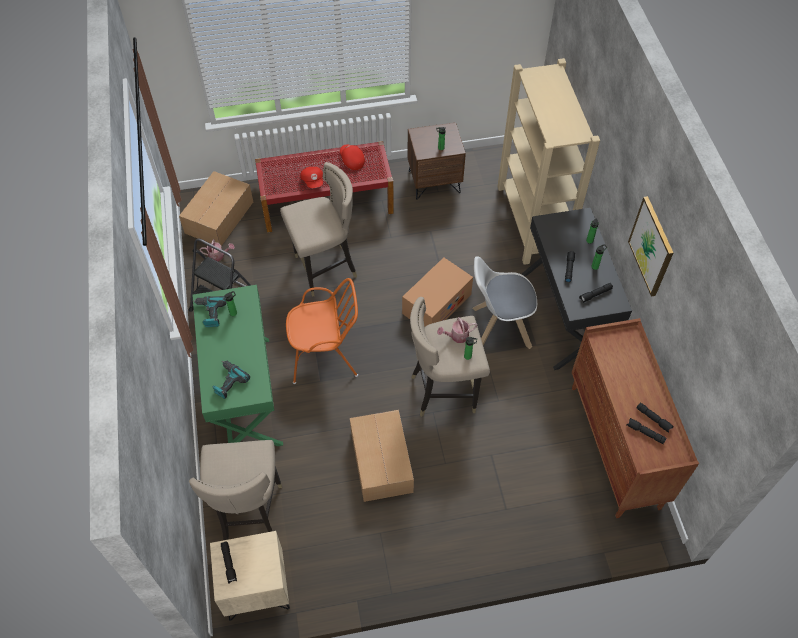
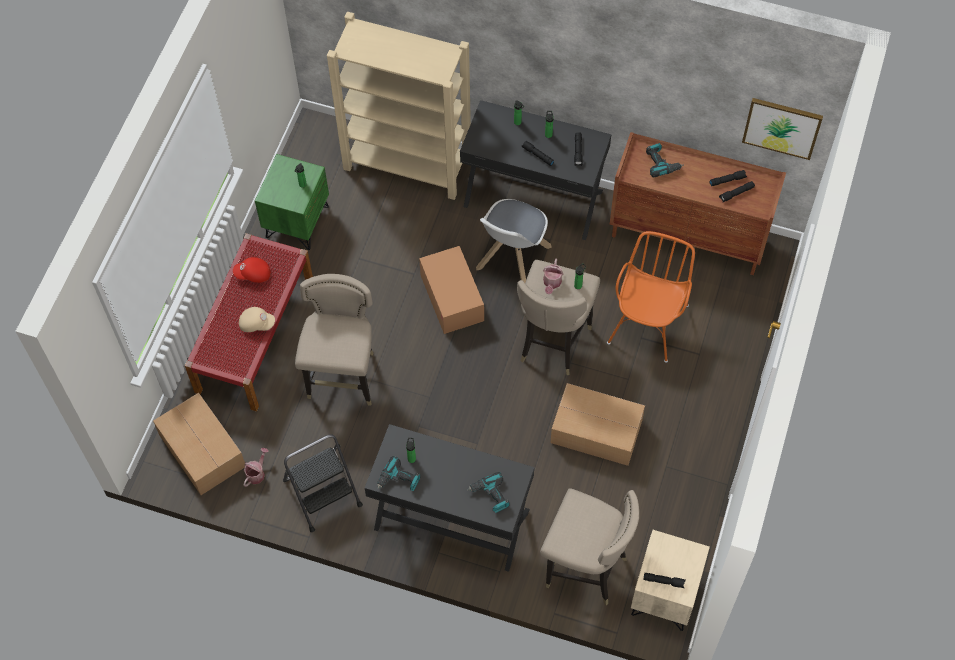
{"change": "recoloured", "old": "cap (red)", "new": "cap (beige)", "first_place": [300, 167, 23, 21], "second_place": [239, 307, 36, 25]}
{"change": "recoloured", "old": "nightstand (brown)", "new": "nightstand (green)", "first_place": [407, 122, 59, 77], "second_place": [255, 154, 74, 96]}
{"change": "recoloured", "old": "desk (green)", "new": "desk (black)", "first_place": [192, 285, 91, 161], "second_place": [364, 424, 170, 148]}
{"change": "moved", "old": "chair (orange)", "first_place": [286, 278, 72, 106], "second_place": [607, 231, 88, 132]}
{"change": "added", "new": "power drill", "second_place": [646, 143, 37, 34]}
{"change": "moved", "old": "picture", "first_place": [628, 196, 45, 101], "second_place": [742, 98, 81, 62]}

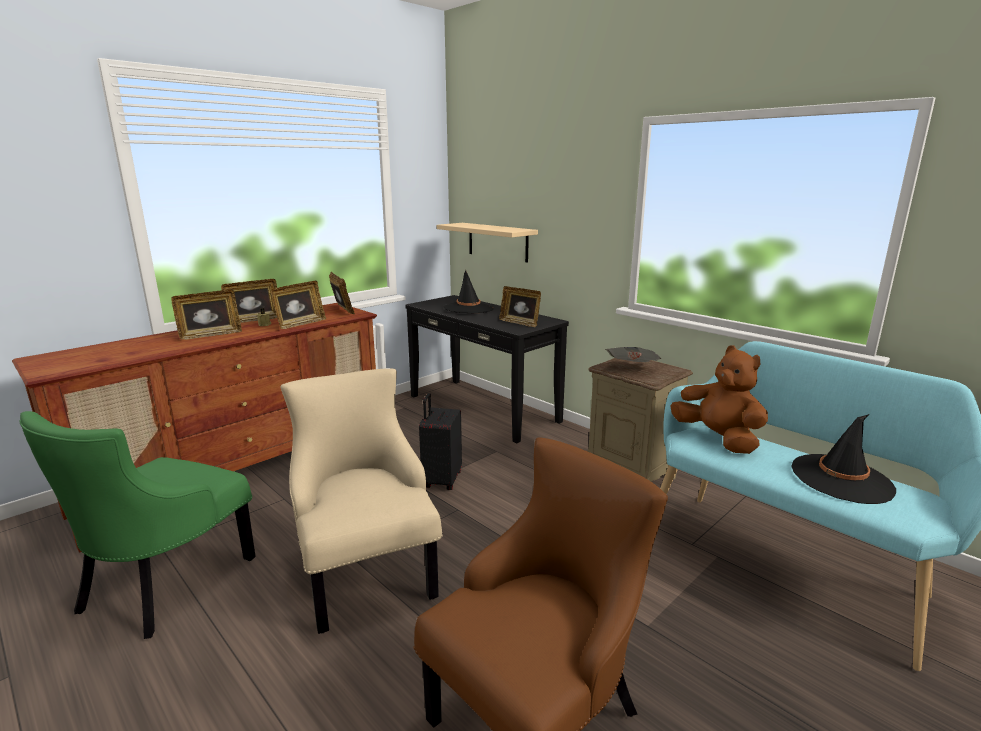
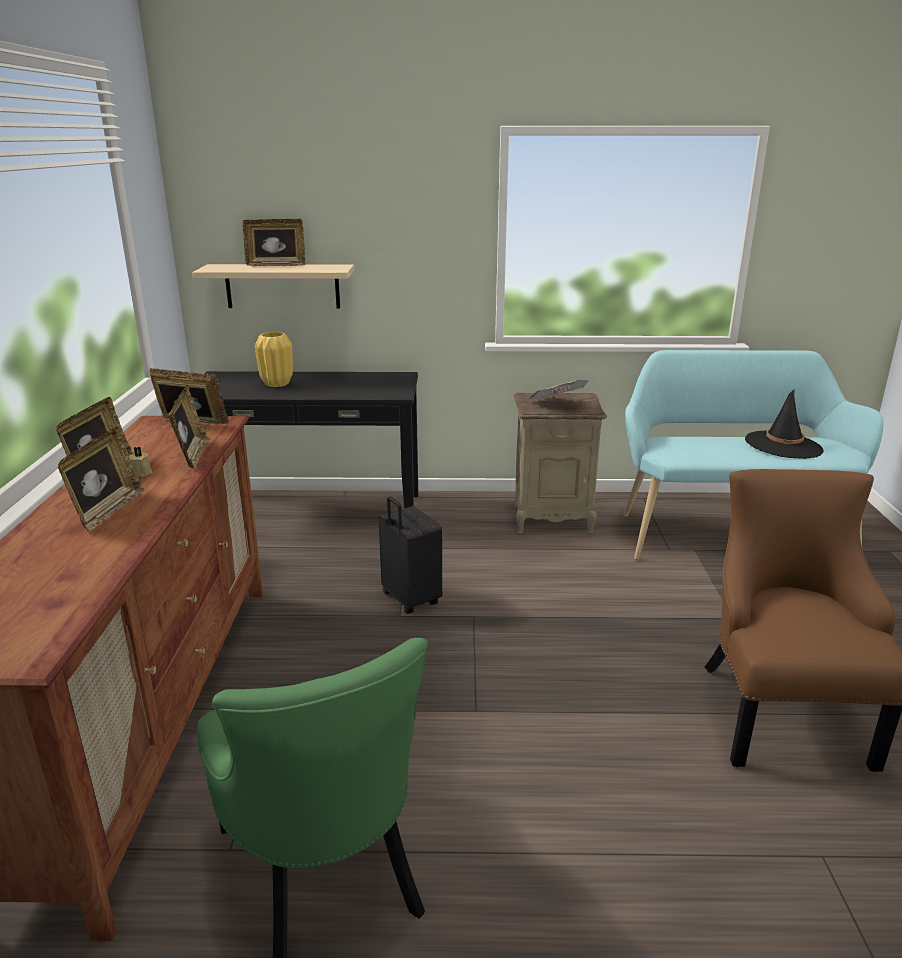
{"change": "moved", "old": "picture frame", "first_place": [499, 286, 42, 41], "second_place": [243, 219, 62, 47]}
{"change": "replaced", "old": "hat (black)", "new": "vase (yellow)", "first_place": [444, 270, 50, 43], "second_place": [255, 332, 38, 55]}
{"change": "removed", "old": "chair (beige)", "first_place": [281, 368, 162, 266]}
{"change": "removed", "old": "plush toy (brown)", "first_place": [671, 345, 97, 109]}

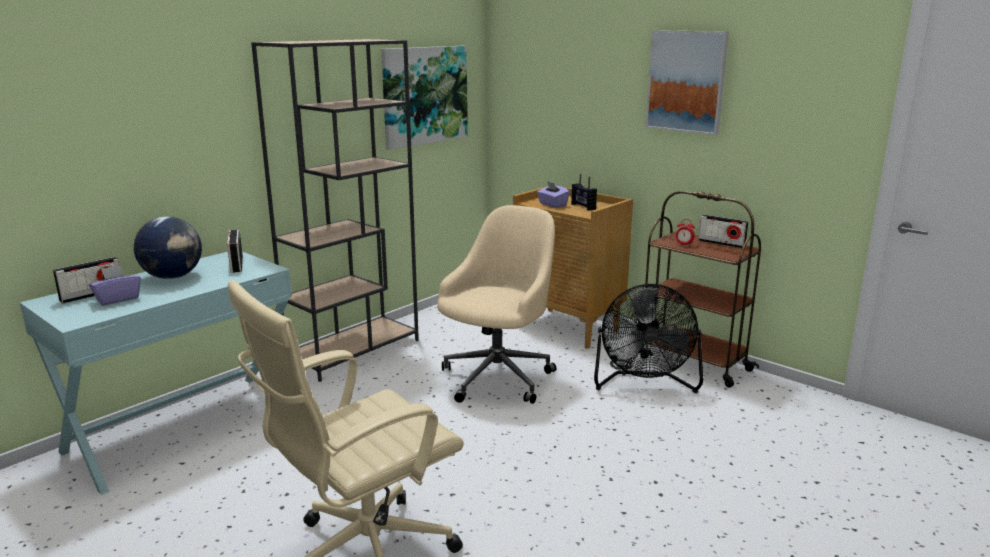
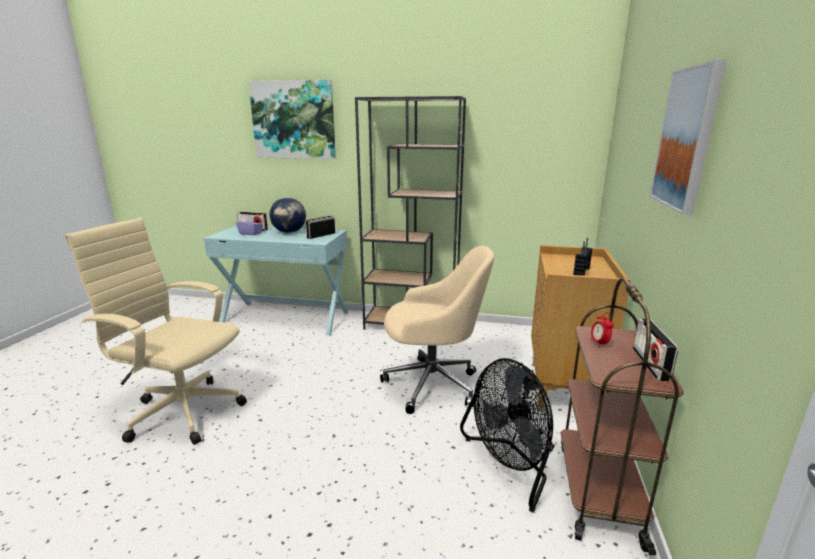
{"change": "moved", "old": "picture", "first_place": [381, 46, 87, 104], "second_place": [248, 80, 88, 79]}
{"change": "removed", "old": "tissue box (purple)", "first_place": [537, 181, 33, 27]}

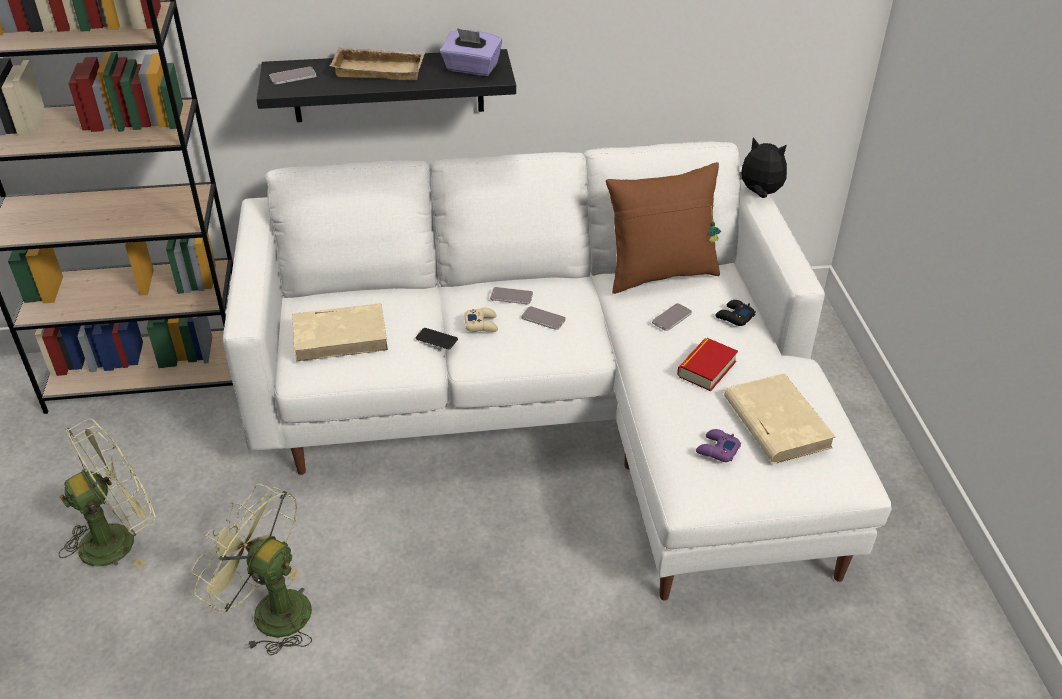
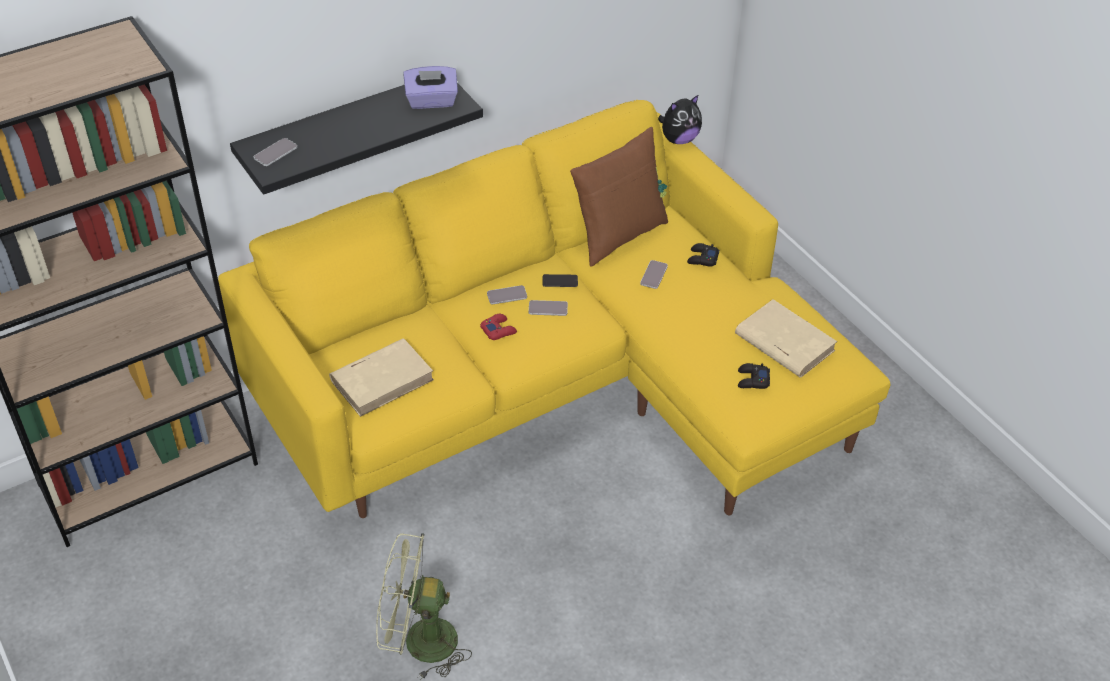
{"change": "recoloured", "old": "sofa (white)", "new": "sofa (yellow)", "first_place": [223, 141, 668, 459], "second_place": [218, 100, 673, 418]}
{"change": "recoloured", "old": "game controller (beige)", "new": "game controller (red)", "first_place": [464, 308, 34, 24], "second_place": [480, 314, 37, 26]}
{"change": "moved", "old": "phone", "first_place": [416, 328, 42, 21], "second_place": [542, 274, 36, 13]}
{"change": "turned", "old": "plush toy", "first_place": [739, 137, 48, 61], "second_place": [658, 94, 44, 50], "degrees": 150}
{"change": "recoloured", "old": "game controller (purple)", "new": "game controller (black)", "first_place": [696, 429, 45, 33], "second_place": [738, 363, 32, 26]}
{"change": "removed", "old": "fan (green)", "first_place": [59, 419, 97, 149]}
{"change": "removed", "old": "tray (beige)", "first_place": [330, 48, 95, 32]}
{"change": "removed", "old": "book", "first_place": [677, 338, 61, 53]}

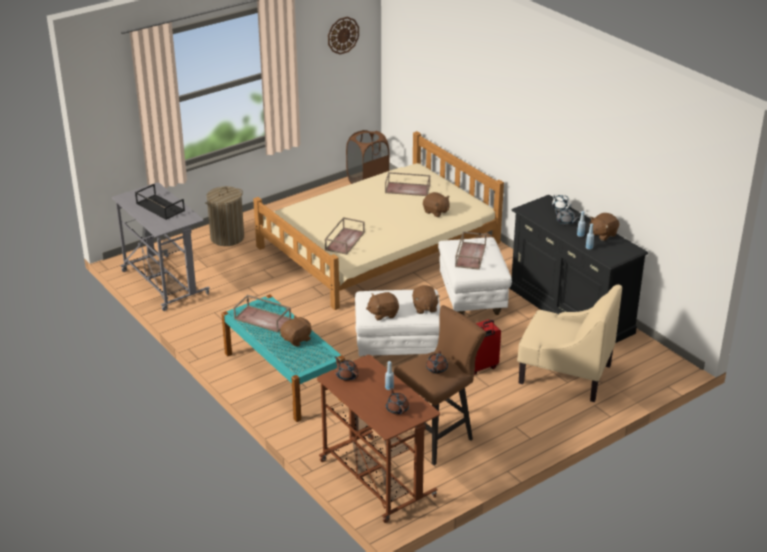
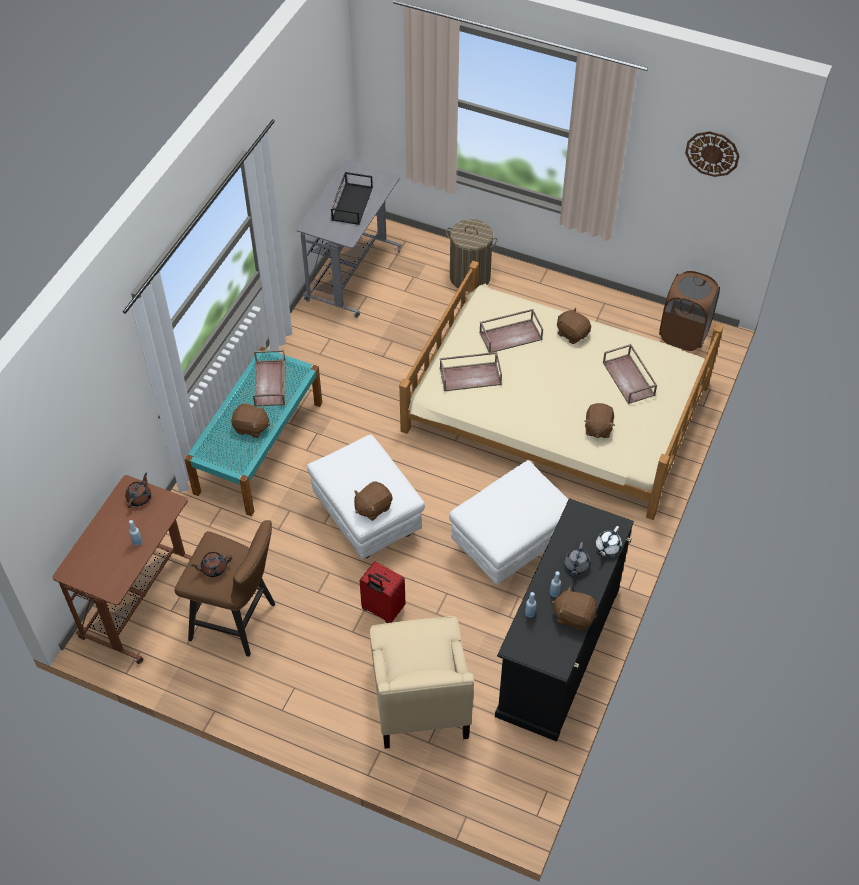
{"change": "moved", "old": "tray (brown)", "first_place": [455, 231, 31, 39], "second_place": [479, 309, 64, 44]}
{"change": "moved", "old": "plush toy (brown)", "first_place": [366, 292, 33, 28], "second_place": [557, 308, 34, 36]}
{"change": "removed", "old": "teapot (brown)", "first_place": [386, 387, 23, 28]}

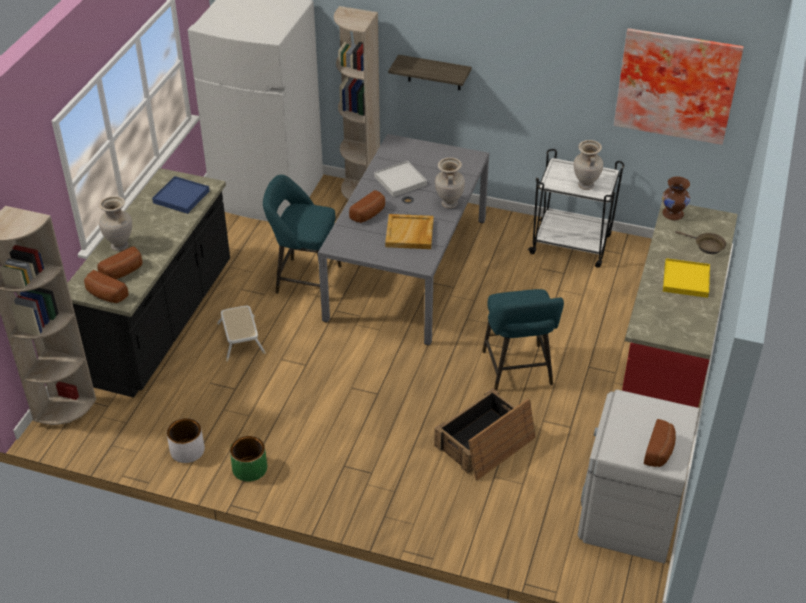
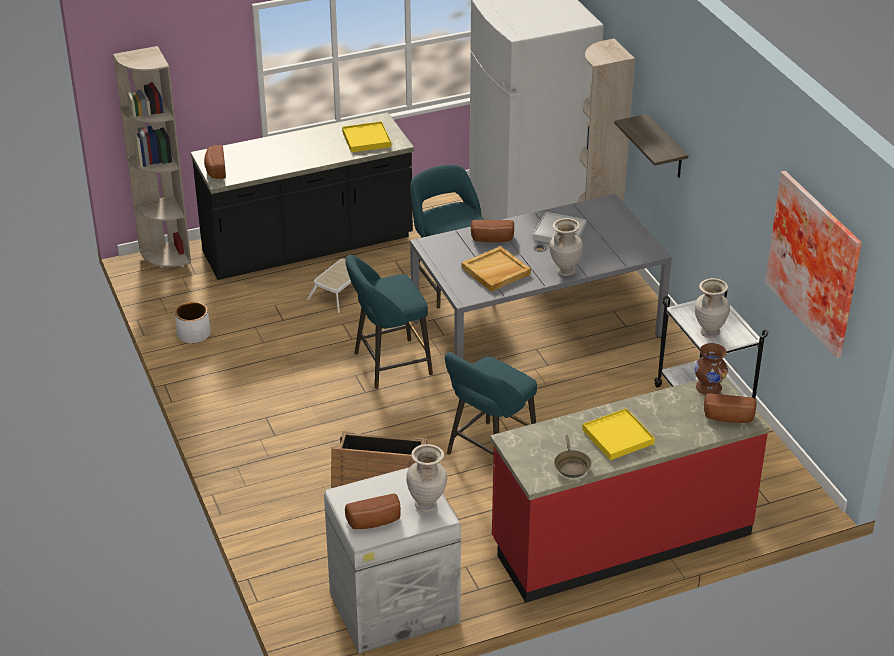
{"change": "recoloured", "old": "tray (blue)", "new": "tray (yellow)", "first_place": [152, 176, 57, 38], "second_place": [342, 121, 49, 31]}
{"change": "added", "new": "stool (turquoise)", "second_place": [345, 255, 88, 134]}
{"change": "moved", "old": "vase (beige)", "first_place": [99, 196, 33, 55], "second_place": [406, 444, 41, 68]}
{"change": "moved", "old": "frying pan (brown)", "first_place": [675, 231, 51, 23], "second_place": [554, 435, 38, 43]}
{"change": "moved", "old": "bread", "first_place": [97, 246, 45, 33], "second_place": [704, 393, 52, 30]}
{"change": "removed", "old": "planter (green)", "first_place": [230, 436, 37, 46]}

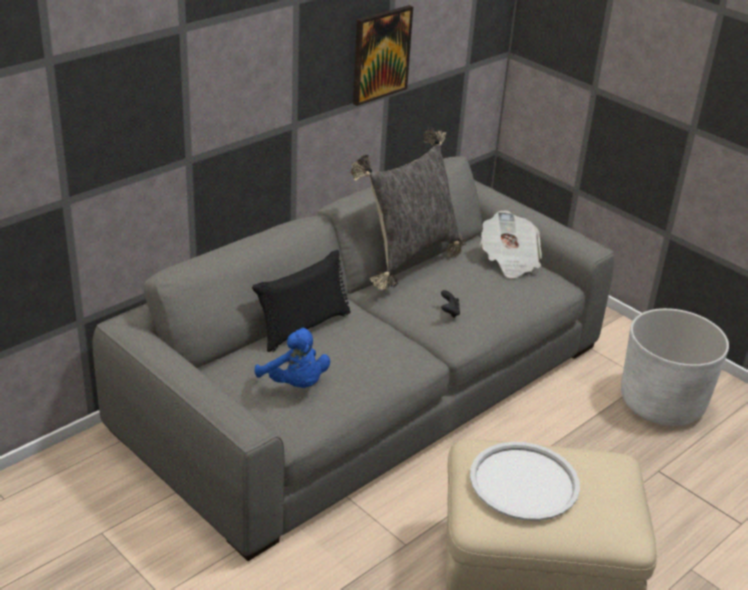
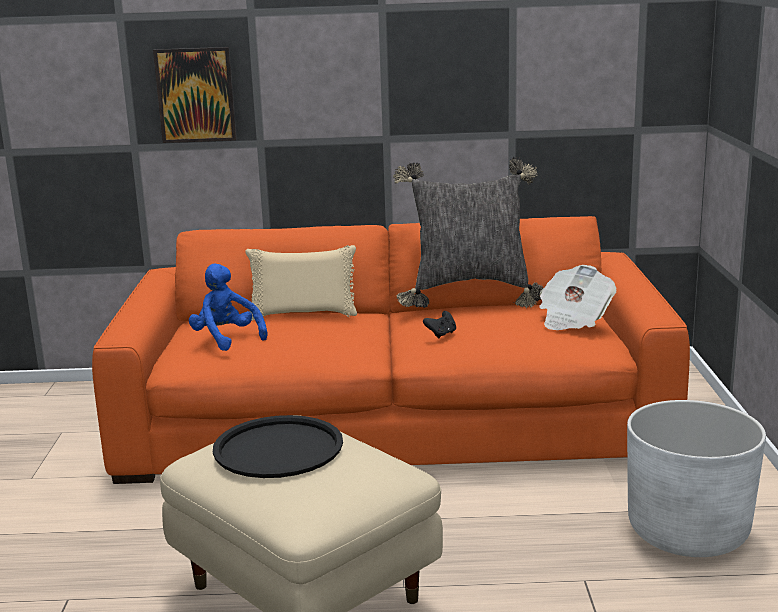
{"change": "recoloured", "old": "sofa (grey)", "new": "sofa (orange)", "first_place": [92, 156, 522, 405], "second_place": [92, 216, 598, 268]}
{"change": "moved", "old": "picture", "first_place": [353, 5, 60, 101], "second_place": [153, 47, 84, 96]}
{"change": "turned", "old": "plush toy (blue)", "first_place": [254, 328, 76, 60], "second_place": [189, 263, 79, 88], "degrees": 135}
{"change": "recoloured", "old": "tray (white)", "new": "tray (black)", "first_place": [470, 442, 110, 79], "second_place": [213, 415, 130, 63]}
{"change": "recoloured", "old": "pillow (black)", "new": "pillow (beige)", "first_place": [252, 250, 99, 102], "second_place": [245, 245, 112, 75]}

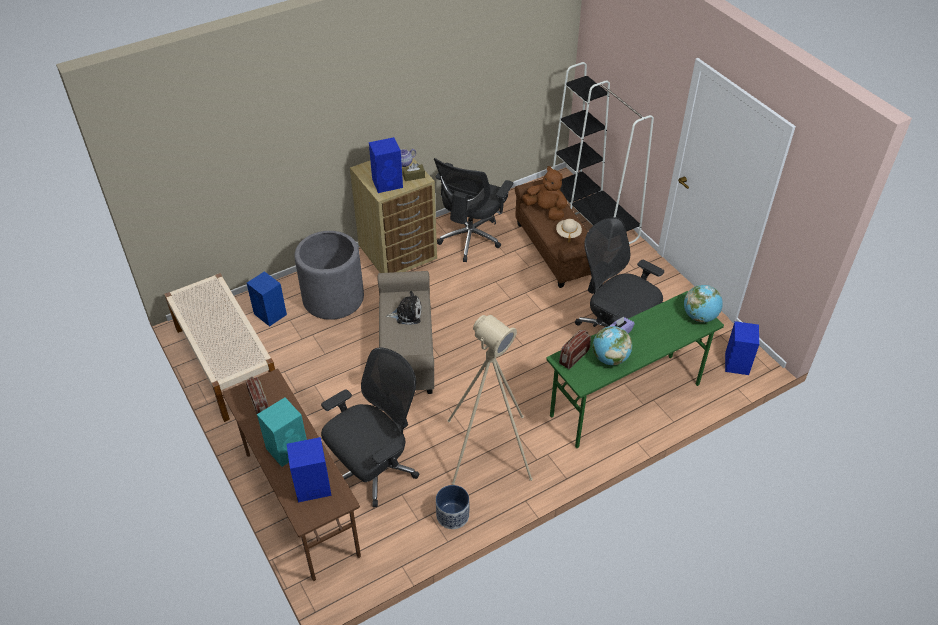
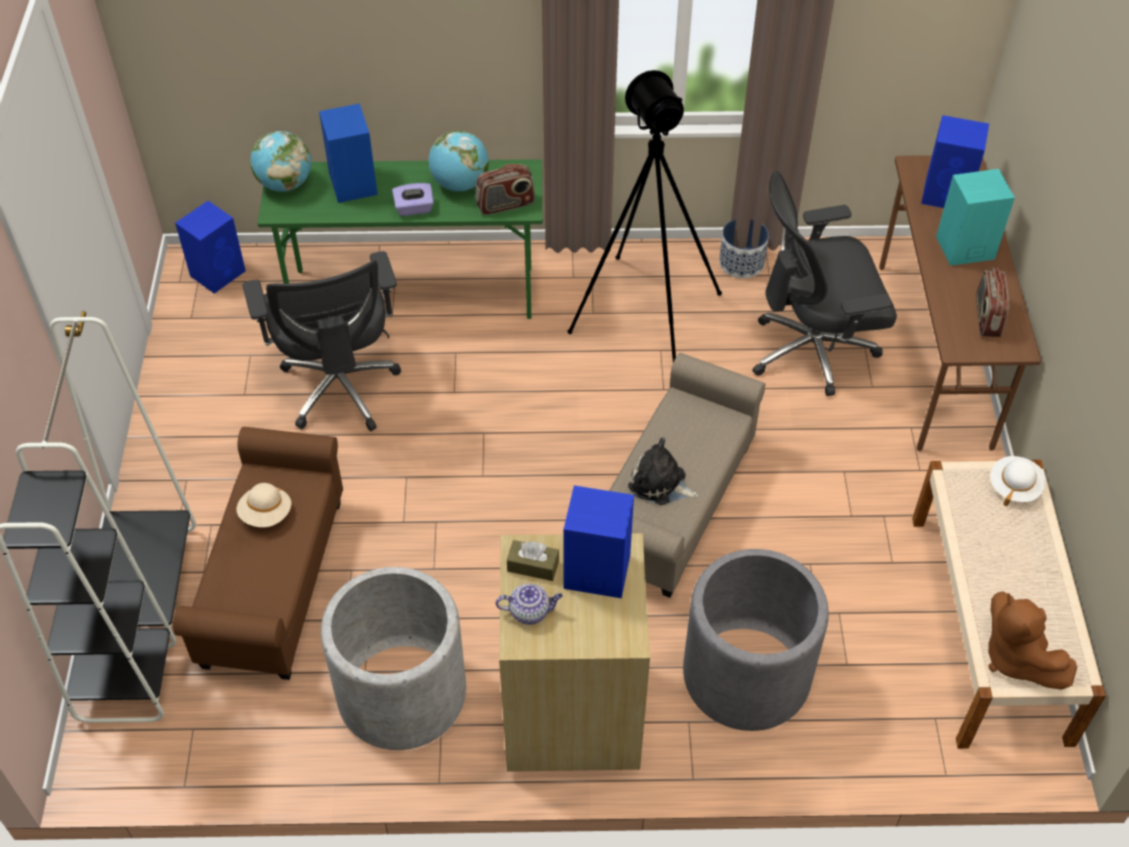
{"change": "moved", "old": "speaker (blue)", "first_place": [247, 271, 40, 56], "second_place": [319, 104, 59, 99]}
{"change": "replaced", "old": "office chair", "new": "planter (grey)", "first_place": [434, 158, 79, 104], "second_place": [321, 567, 145, 183]}
{"change": "recoloured", "old": "floor lamp (beige)", "new": "floor lamp (black)", "first_place": [447, 315, 86, 170], "second_place": [568, 70, 154, 292]}
{"change": "moved", "old": "plush toy (brown)", "first_place": [522, 166, 45, 55], "second_place": [988, 591, 89, 99]}
{"change": "added", "new": "hat (white)", "second_place": [991, 456, 55, 50]}

